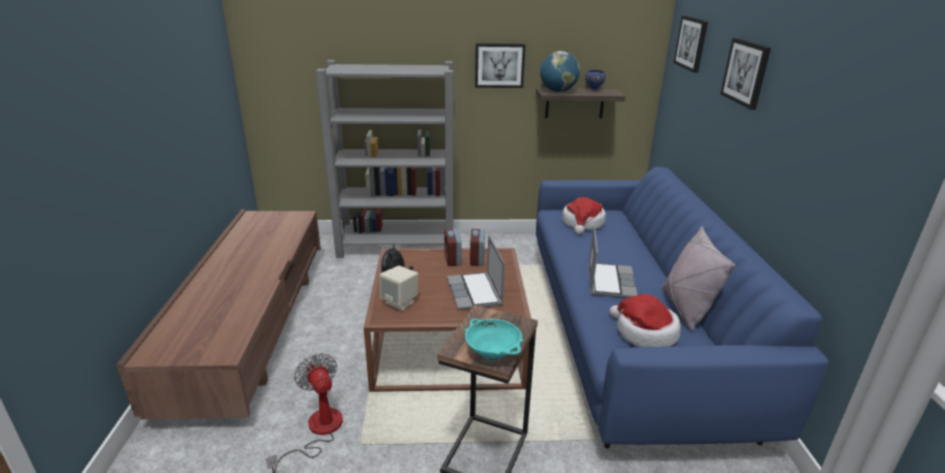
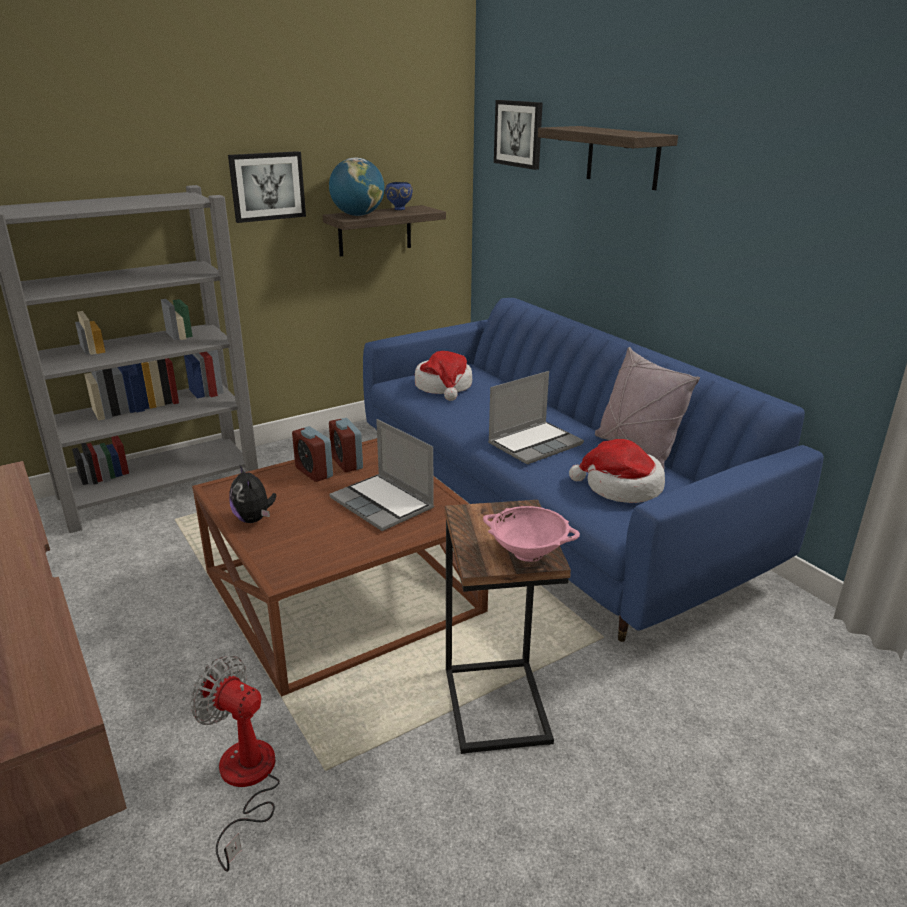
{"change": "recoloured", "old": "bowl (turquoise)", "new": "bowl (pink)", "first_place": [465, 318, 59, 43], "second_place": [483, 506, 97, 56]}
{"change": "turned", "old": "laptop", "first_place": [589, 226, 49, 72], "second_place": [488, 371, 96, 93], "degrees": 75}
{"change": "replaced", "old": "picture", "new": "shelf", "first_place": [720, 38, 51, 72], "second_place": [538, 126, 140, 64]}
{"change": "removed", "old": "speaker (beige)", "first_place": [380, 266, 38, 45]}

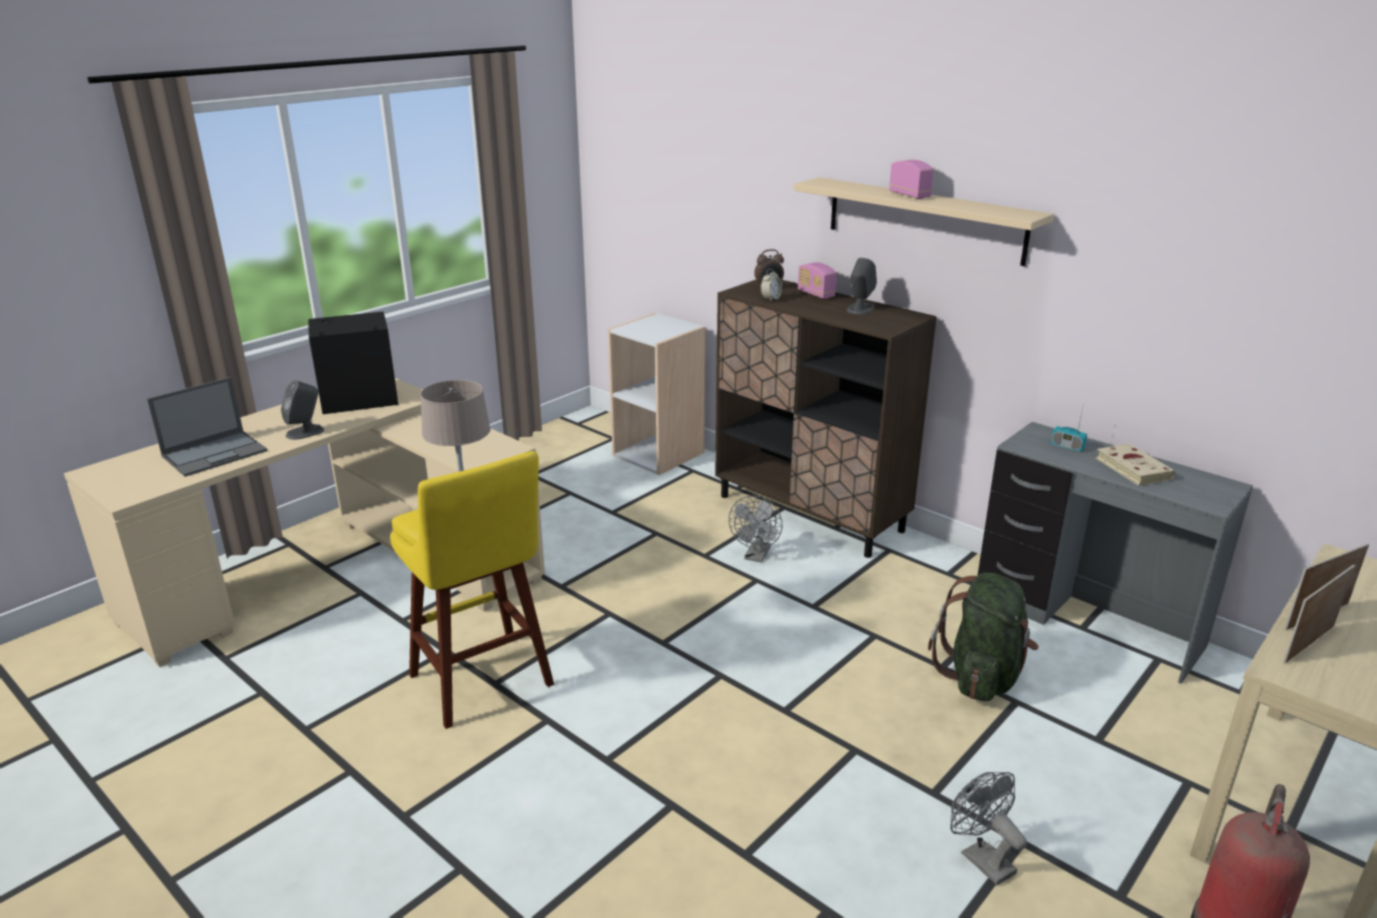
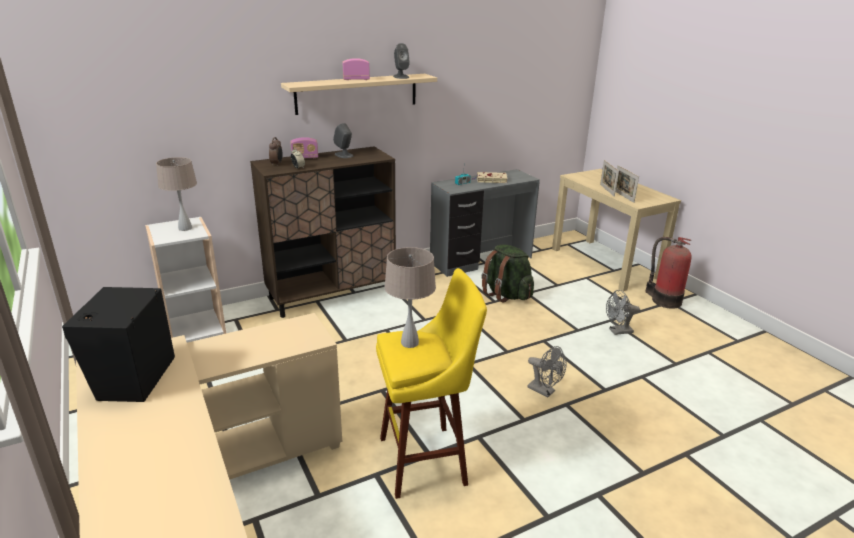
{"change": "added", "new": "table lamp (beige)", "second_place": [156, 157, 41, 74]}
{"change": "moved", "old": "speaker (grey)", "first_place": [281, 380, 43, 60], "second_place": [393, 43, 17, 36]}
{"change": "moved", "old": "fan (grey)", "first_place": [729, 496, 53, 67], "second_place": [528, 346, 39, 51]}
{"change": "removed", "old": "laptop", "first_place": [147, 377, 120, 100]}

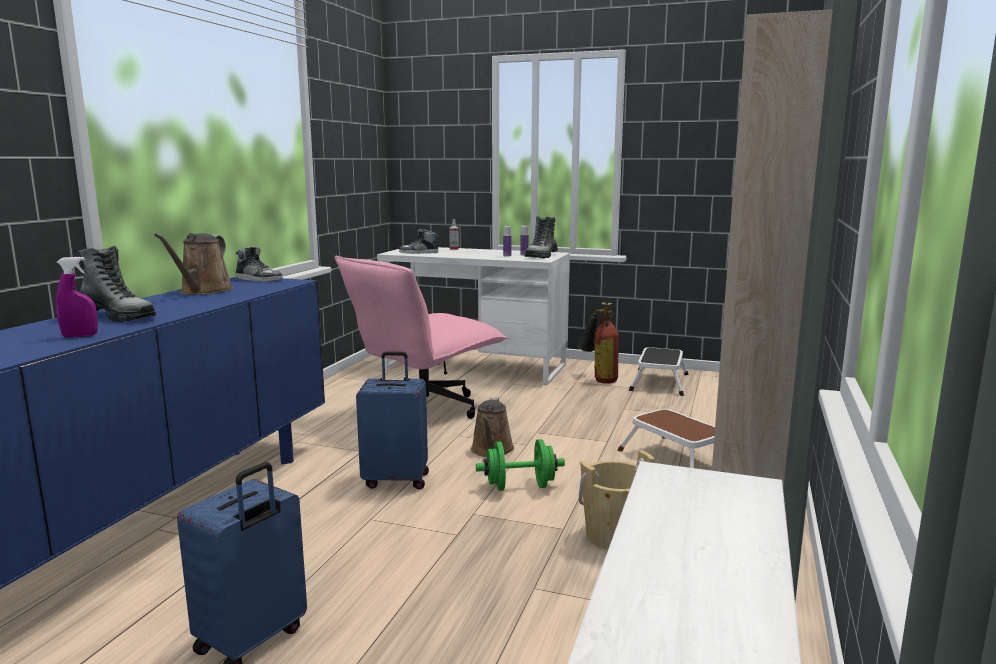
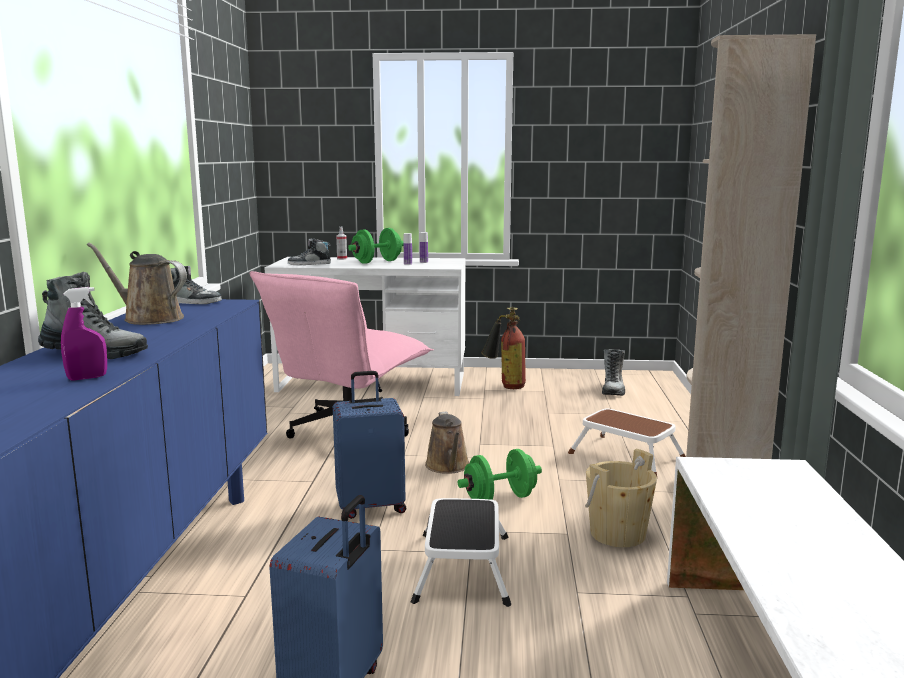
{"change": "turned", "old": "watering can (brown)", "first_place": [154, 233, 79, 62], "second_place": [87, 243, 100, 82], "degrees": 120}
{"change": "added", "new": "dumbbell (green)", "second_place": [348, 228, 56, 36]}
{"change": "moved", "old": "step ladder (black)", "first_place": [629, 347, 60, 49], "second_place": [411, 498, 100, 109]}
{"change": "moved", "old": "boot", "first_place": [524, 216, 34, 42], "second_place": [602, 349, 23, 47]}

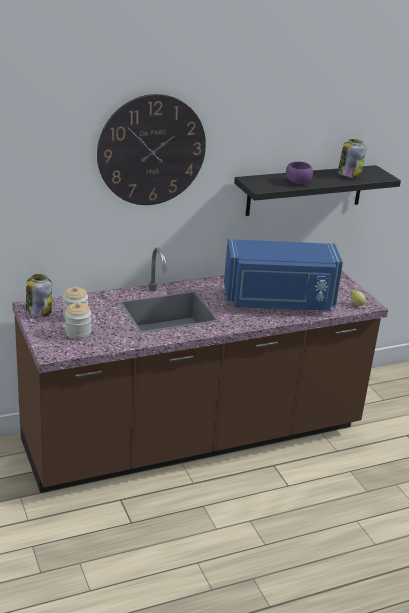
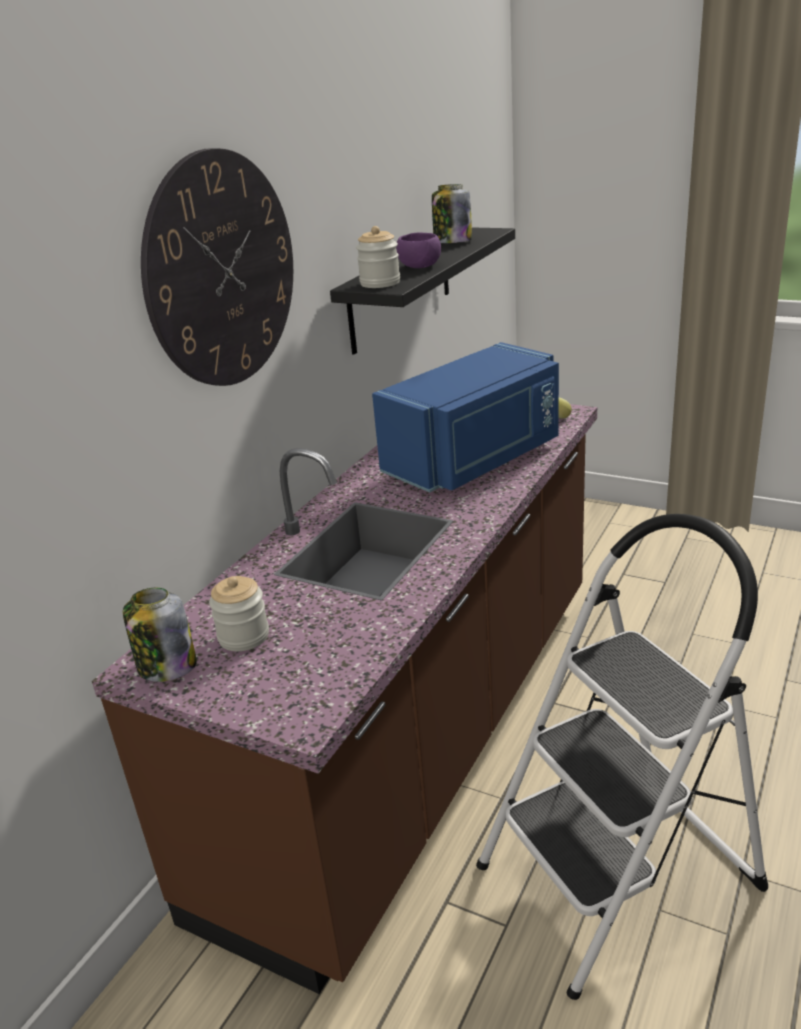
{"change": "moved", "old": "jar", "first_place": [65, 302, 26, 37], "second_place": [356, 226, 44, 62]}
{"change": "added", "new": "step ladder", "second_place": [476, 514, 292, 486]}

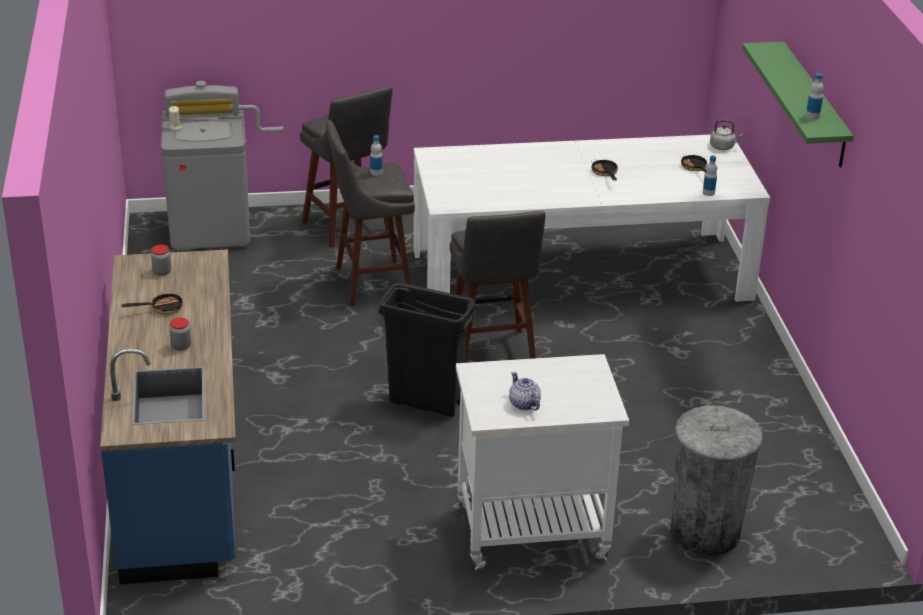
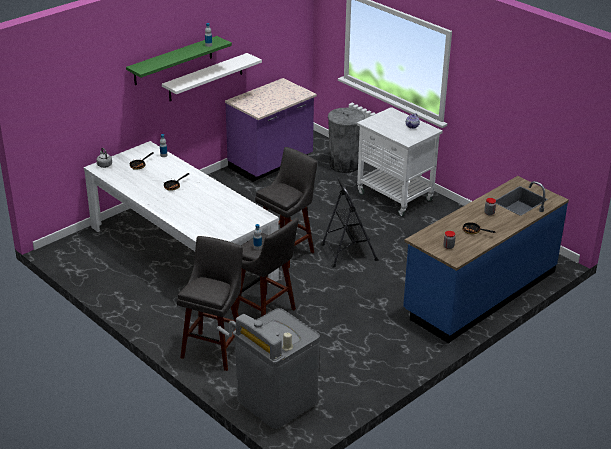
{"change": "added", "new": "shelf (white)", "second_place": [162, 53, 100, 48]}
{"change": "added", "new": "counter (purple)", "second_place": [225, 78, 92, 104]}
{"change": "replaced", "old": "trash can (black)", "new": "step ladder (black)", "first_place": [378, 282, 98, 135], "second_place": [320, 177, 59, 90]}

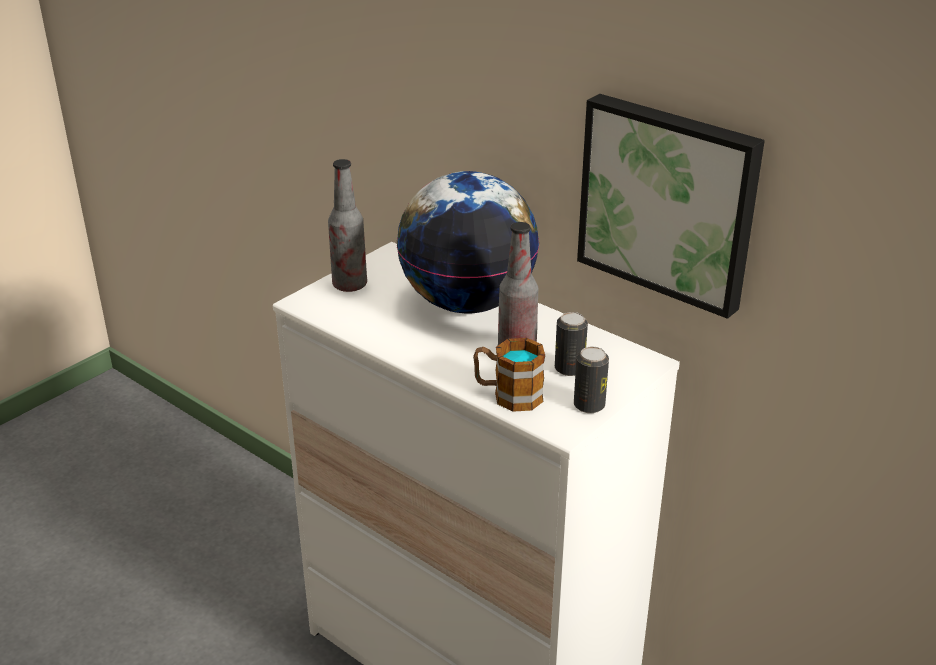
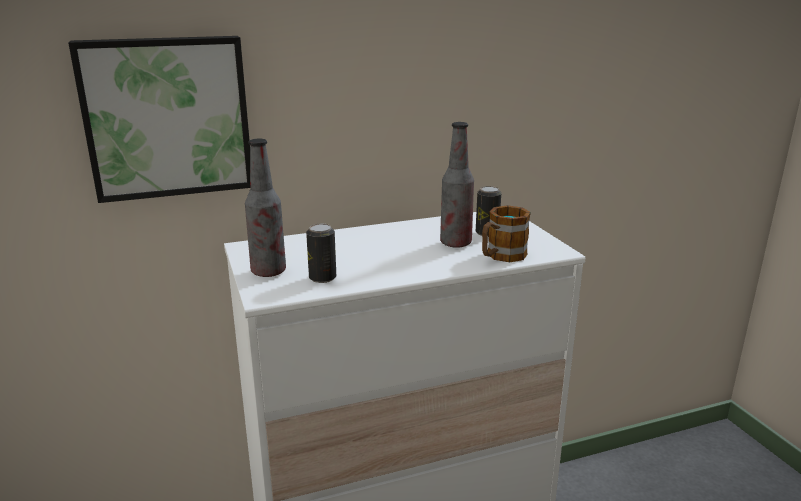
{"change": "moved", "old": "picture", "first_place": [577, 94, 188, 225], "second_place": [68, 36, 182, 167]}
{"change": "moved", "old": "can", "first_place": [574, 347, 35, 66], "second_place": [306, 224, 30, 59]}
{"change": "removed", "old": "globe", "first_place": [396, 171, 143, 142]}

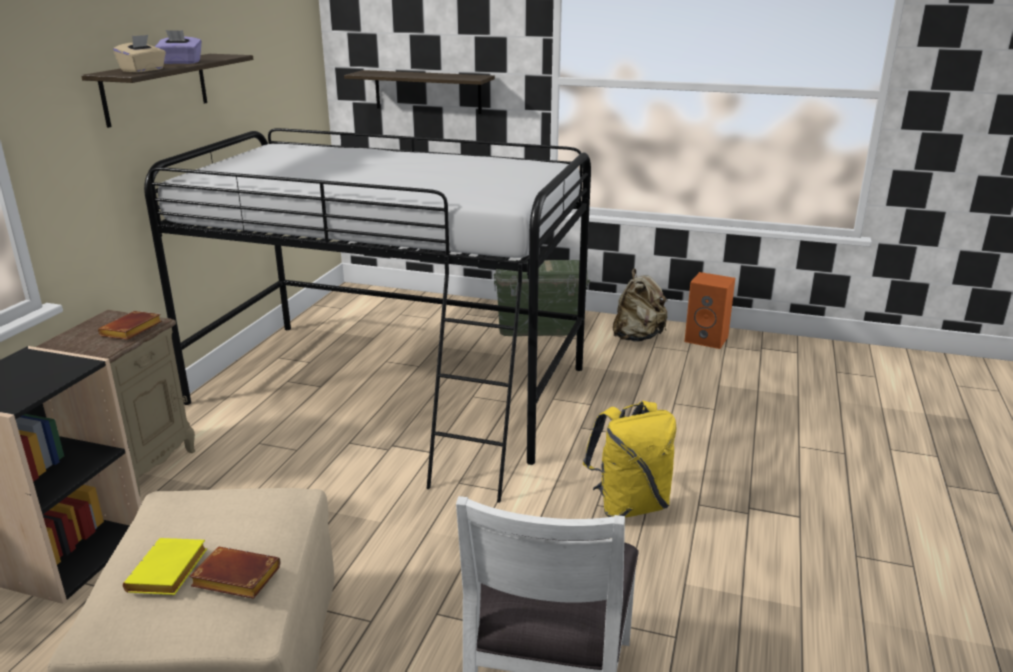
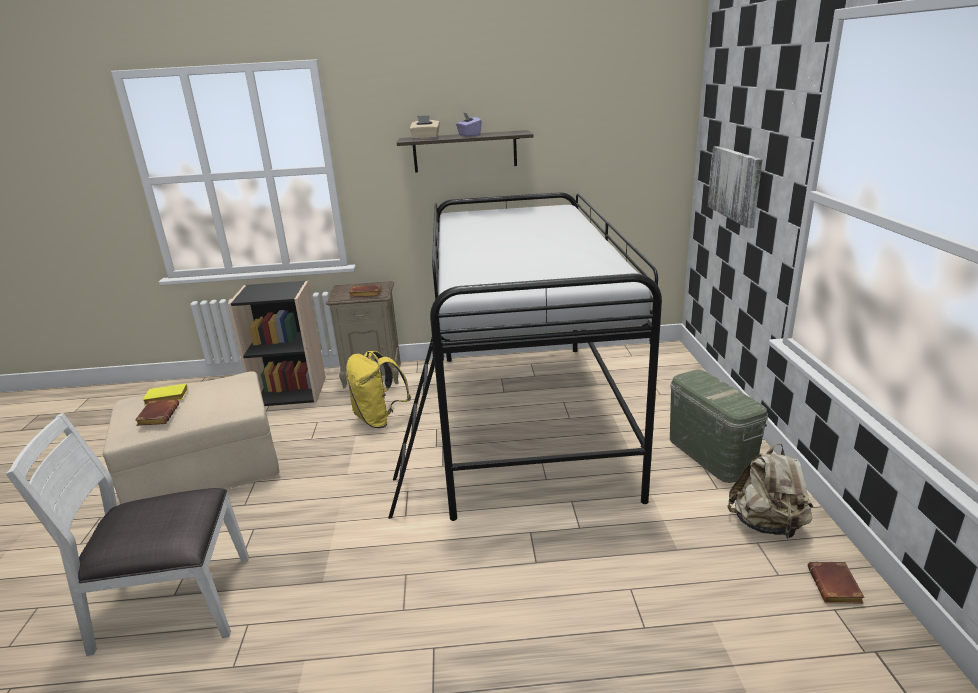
{"change": "moved", "old": "backpack (yellow)", "first_place": [583, 401, 94, 116], "second_place": [346, 351, 65, 77]}
{"change": "replaced", "old": "shelf", "new": "picture", "first_place": [344, 70, 151, 44], "second_place": [708, 146, 54, 82]}
{"change": "replaced", "old": "speaker (orange)", "new": "book (brown)", "first_place": [685, 272, 50, 77], "second_place": [808, 562, 57, 41]}

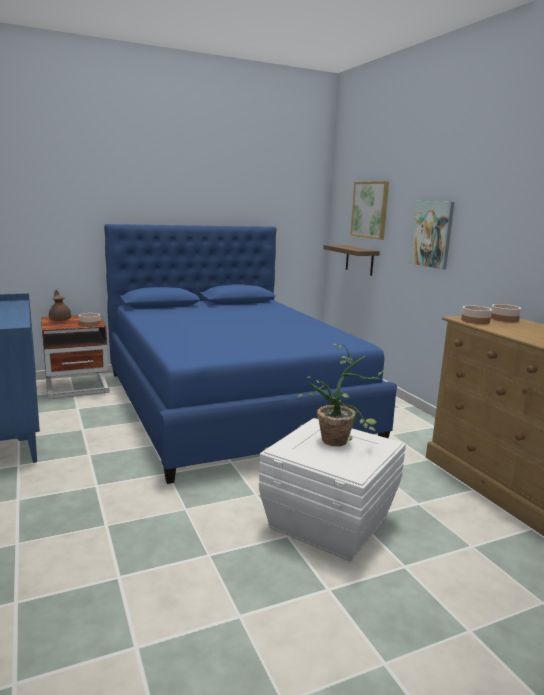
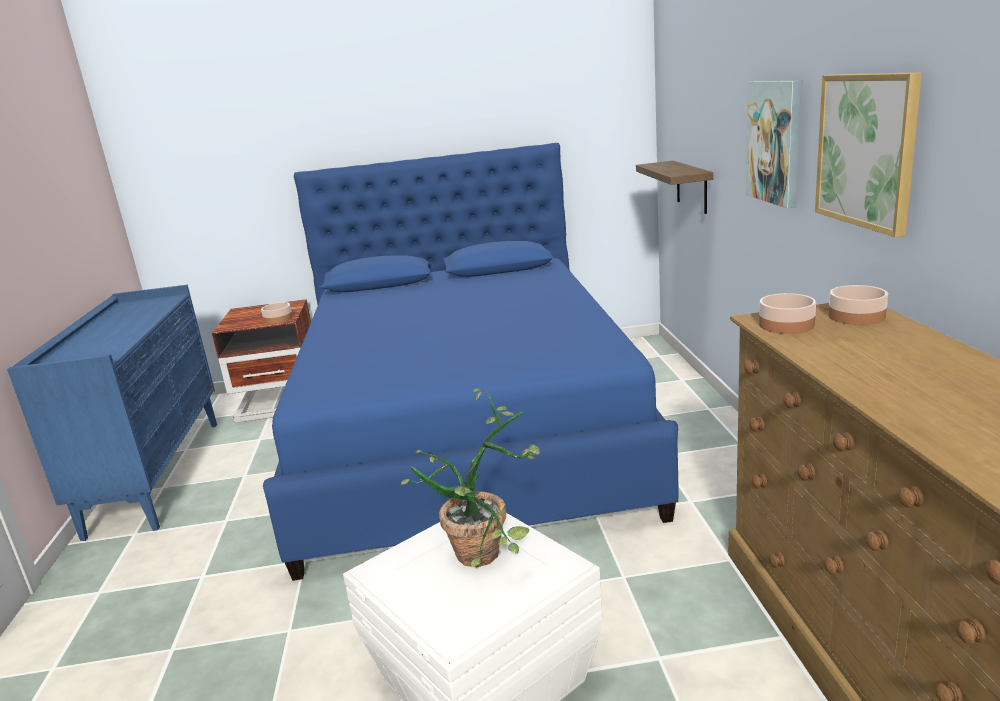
{"change": "moved", "old": "picture", "first_place": [350, 181, 39, 59], "second_place": [815, 72, 107, 165]}
{"change": "removed", "old": "teapot (brown)", "first_place": [49, 290, 22, 31]}

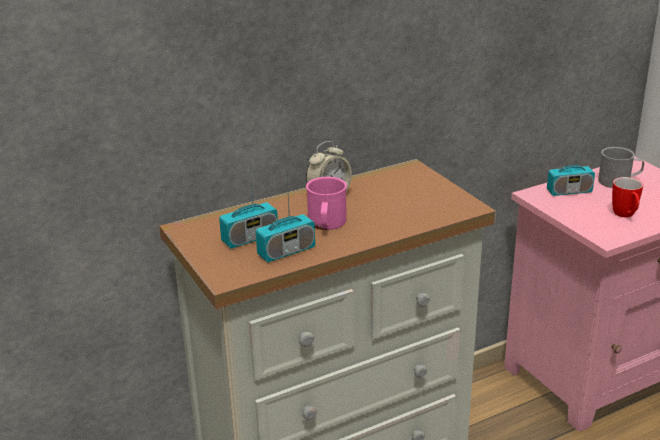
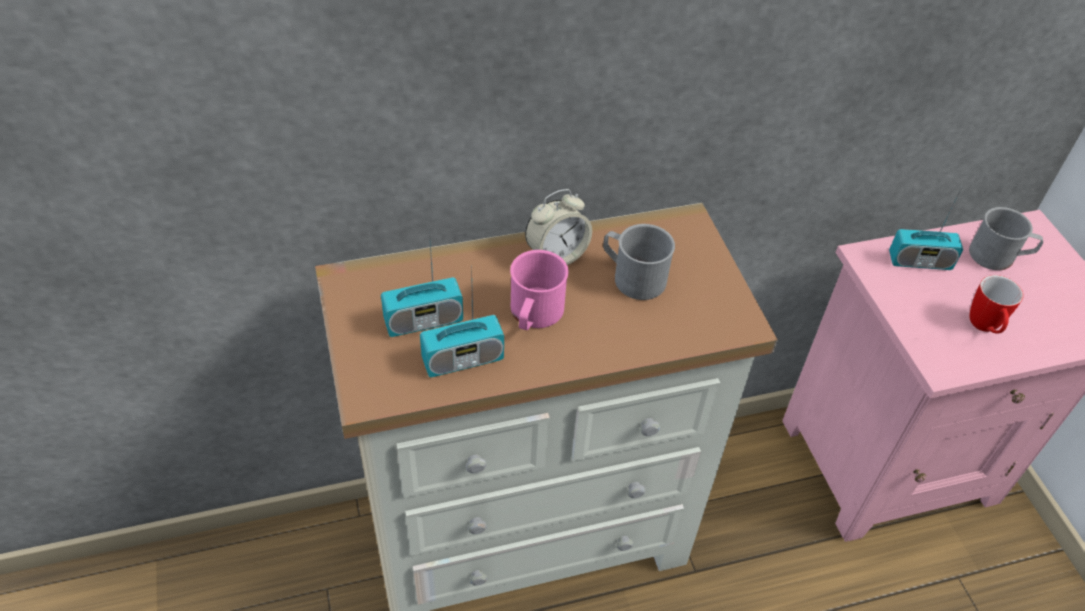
{"change": "added", "new": "mug (grey)", "second_place": [603, 224, 72, 76]}

